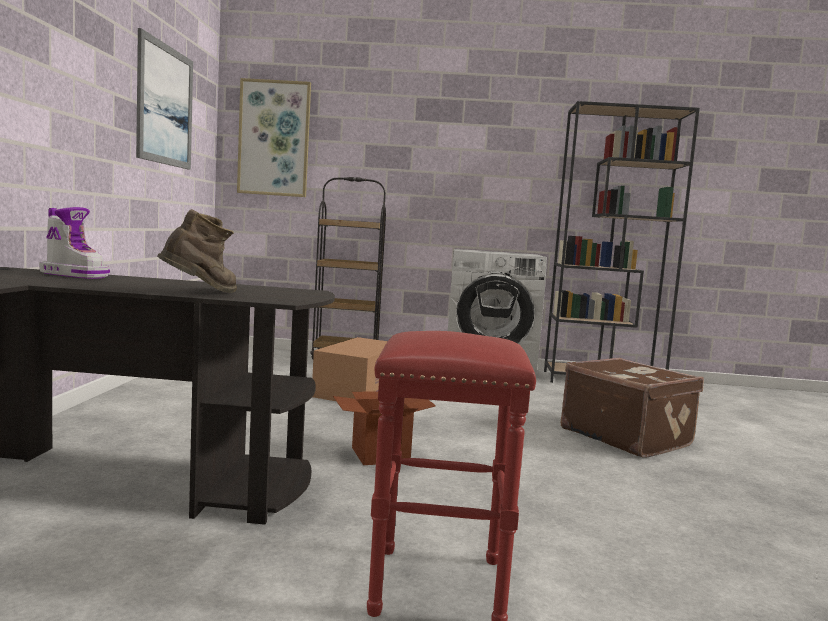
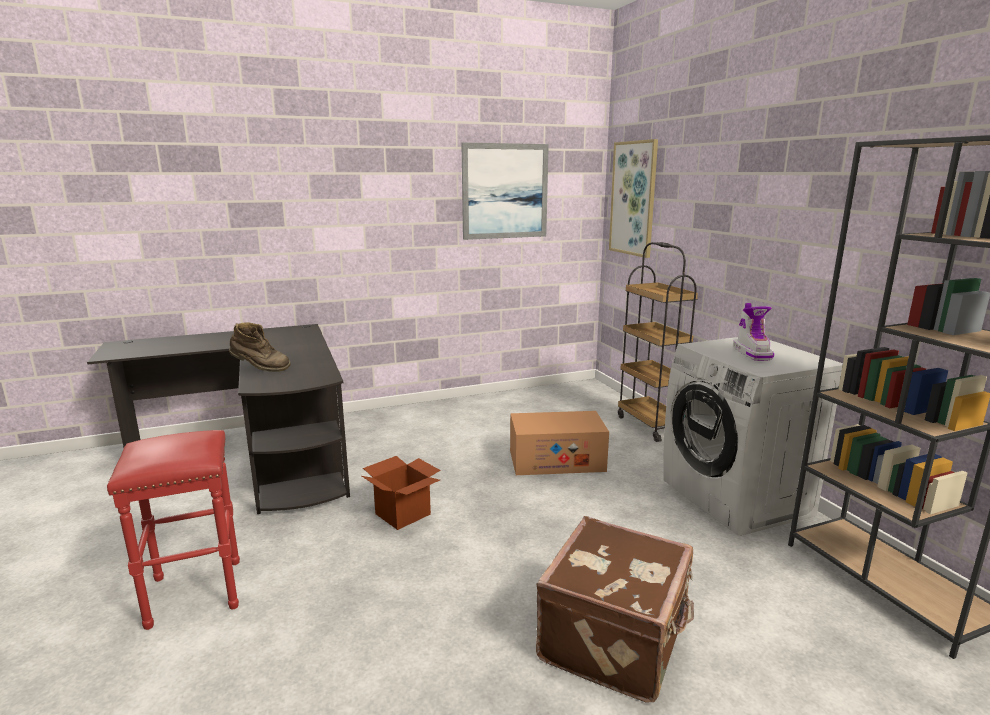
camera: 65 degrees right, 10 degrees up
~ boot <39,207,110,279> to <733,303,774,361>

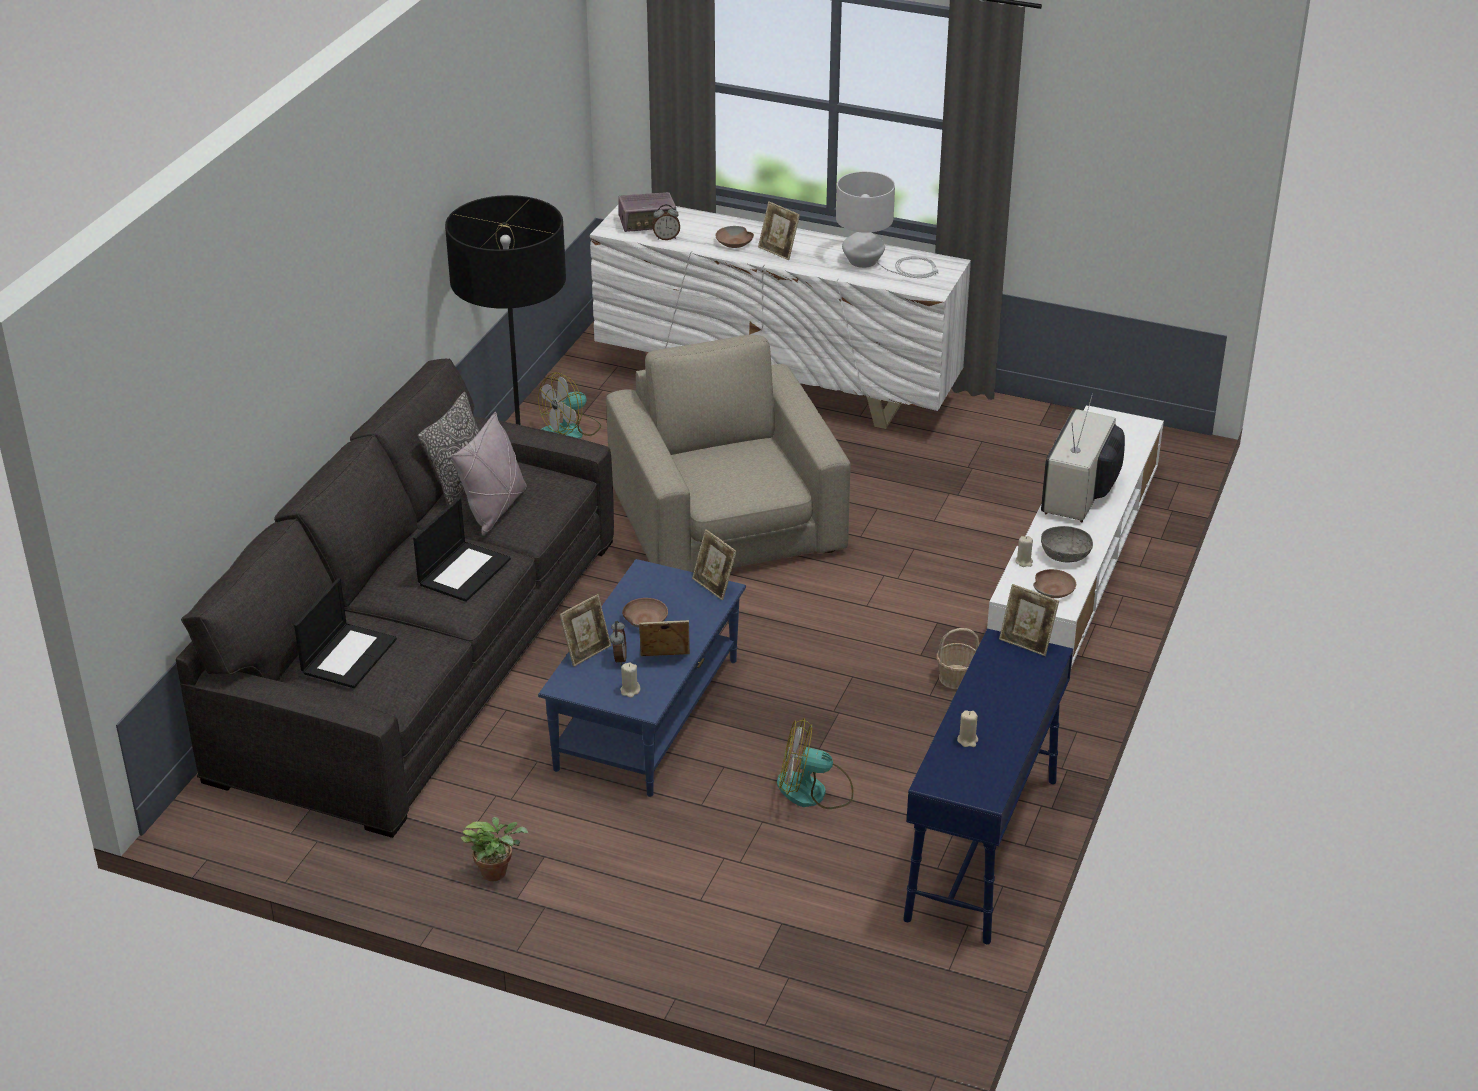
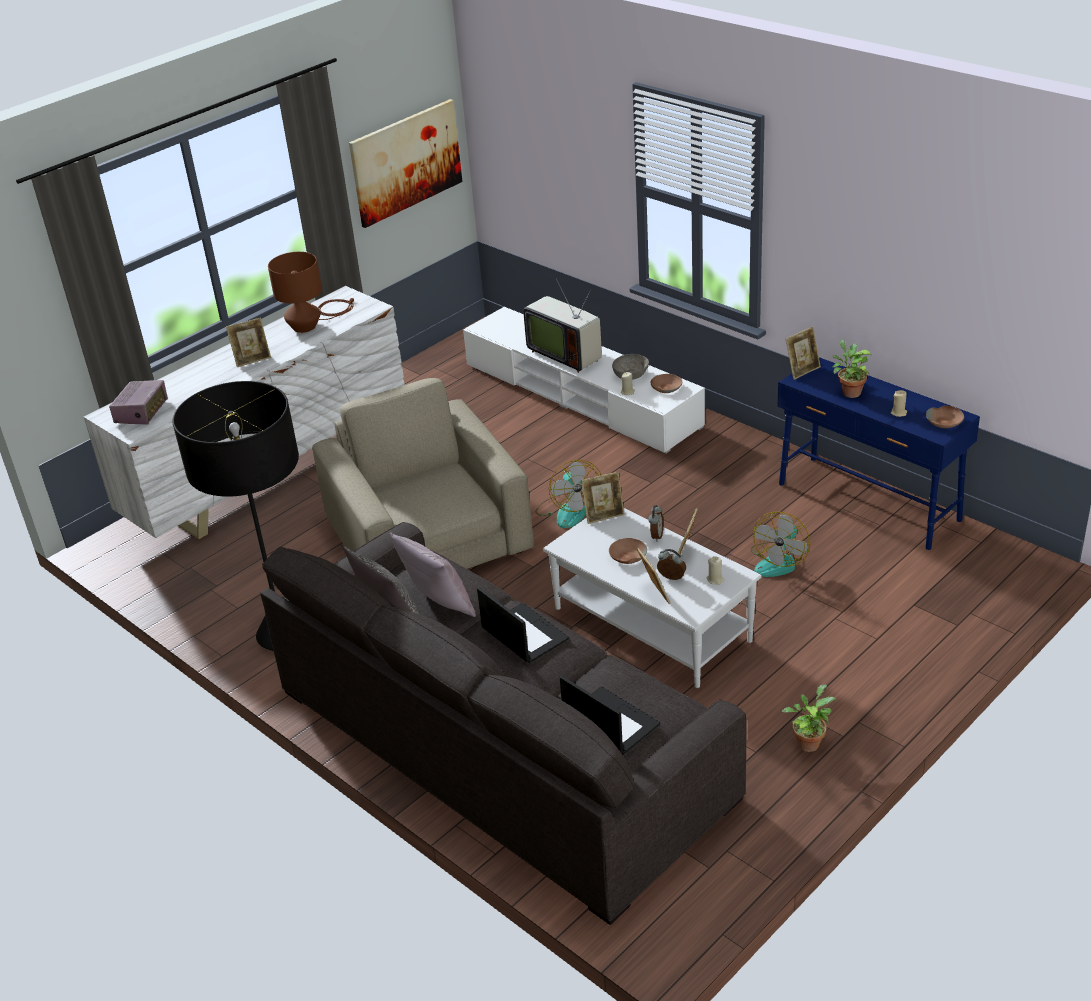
camera: 65 degrees left, 0 degrees up
- basket <937,628,979,689>
+ picture <349,99,462,228>
+ potted plant <833,340,872,398>
~ fan <538,372,601,439> to <535,460,601,528>
~ alarm clock <652,204,680,240> to <648,505,664,542>
~ bowl (brown) <715,226,754,248> to <926,405,964,428>
~ coffee table (blue) <538,559,746,797> to coffee table (white) <543,508,762,688>
~ table lamp (white) <836,171,938,278> to table lamp (brown) <268,252,354,333>
~ armchair (beige) <606,335,851,572> = <312,378,534,569> 60 degrees clockwise

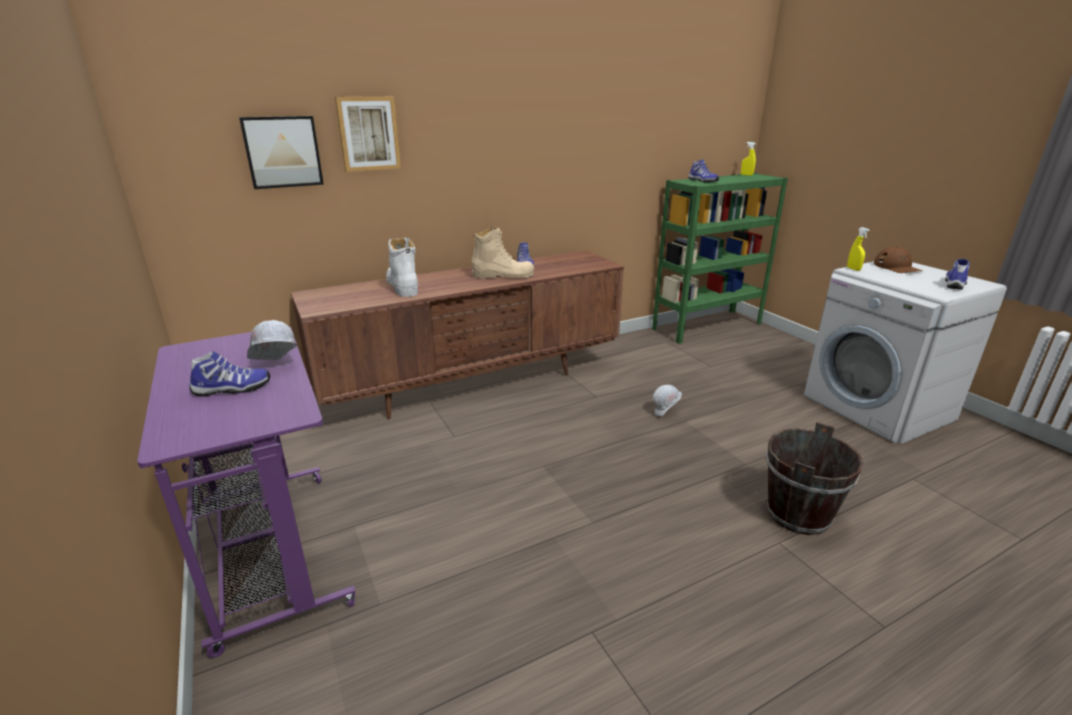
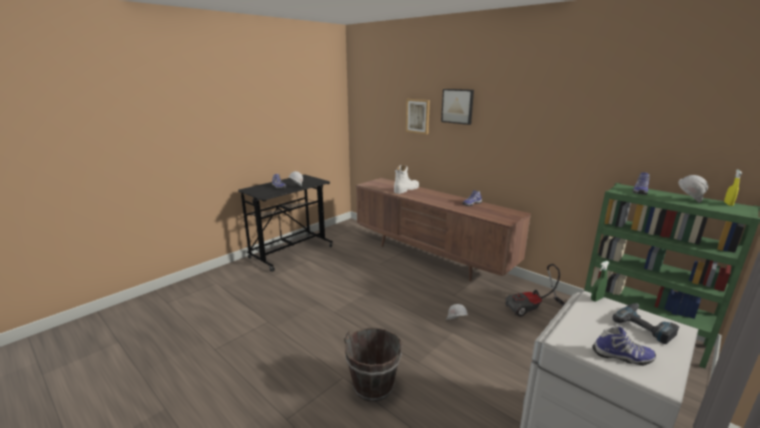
camera: 70 degrees right, 5 degrees down
- boot (beige) <472,226,534,279>
+ vacuum cleaner <505,264,565,316>
+ hard hat (white) <678,175,708,203>
~ picture <239,116,324,189> to <441,89,474,125>
~ cap (brown) <874,247,923,273> to power drill <612,303,679,344>
~ desk (purple) <137,326,355,658> to desk (black) <238,175,333,272>
~ spray bottle (yellow) <847,227,870,271> to spray bottle (green) <591,261,610,301>

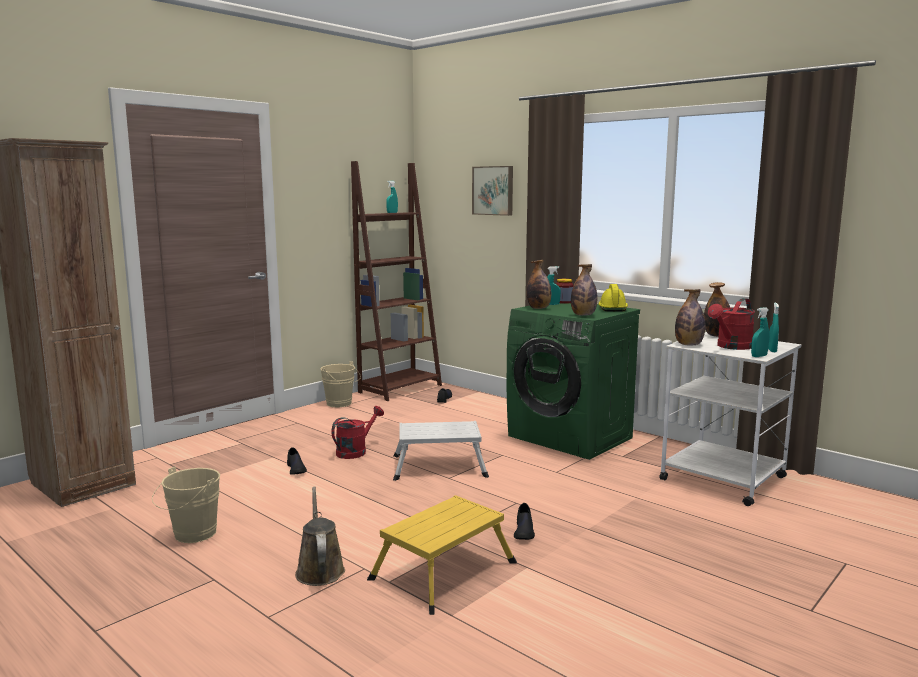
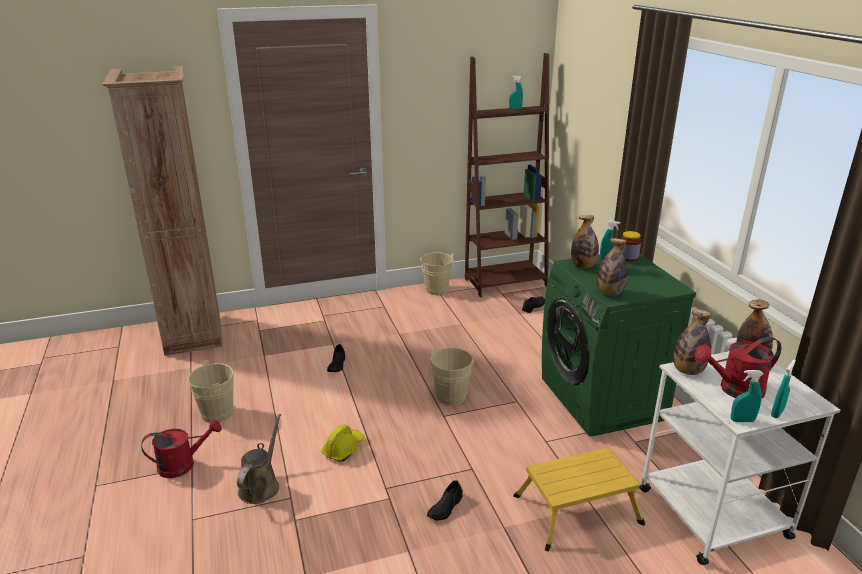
camera: 30 degrees right, 15 degrees up
- picture <472,166,513,216>
~ watering can (red) <331,406,384,459> to <142,419,222,478>
~ step ladder (yellow) <367,495,517,615> to <513,447,645,552>
~ hard hat (yellow) <598,284,628,312> to <321,424,365,462>
~ step ladder (white) <393,421,489,481> to bucket (beige) <426,347,474,405>

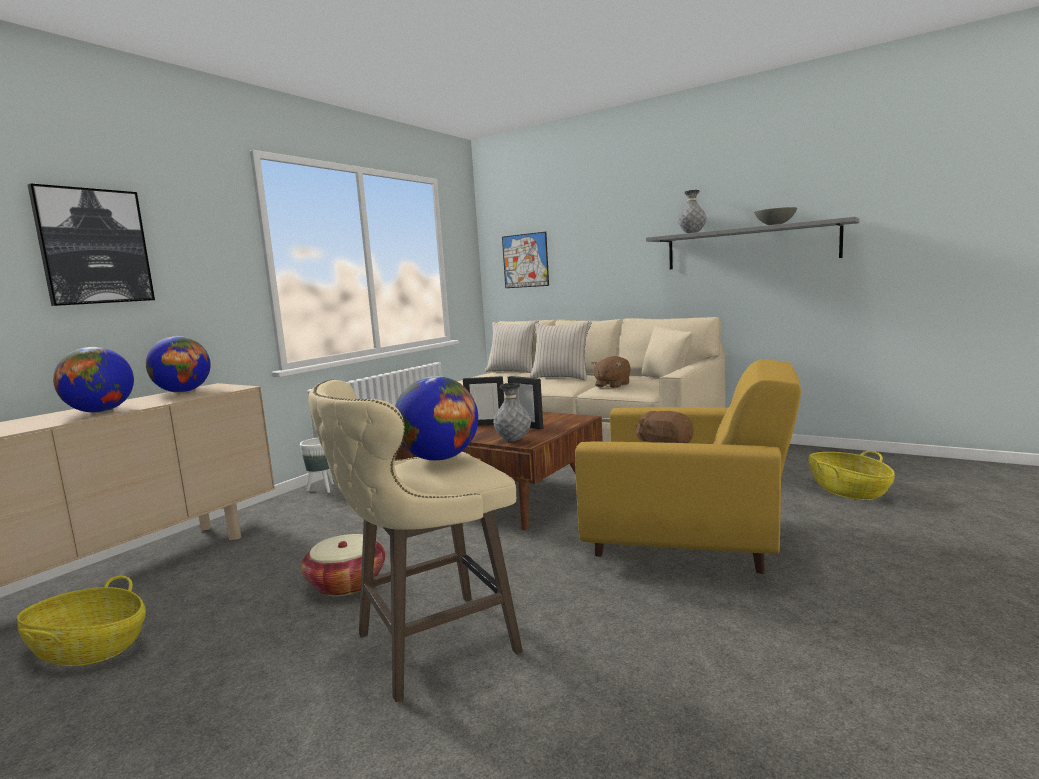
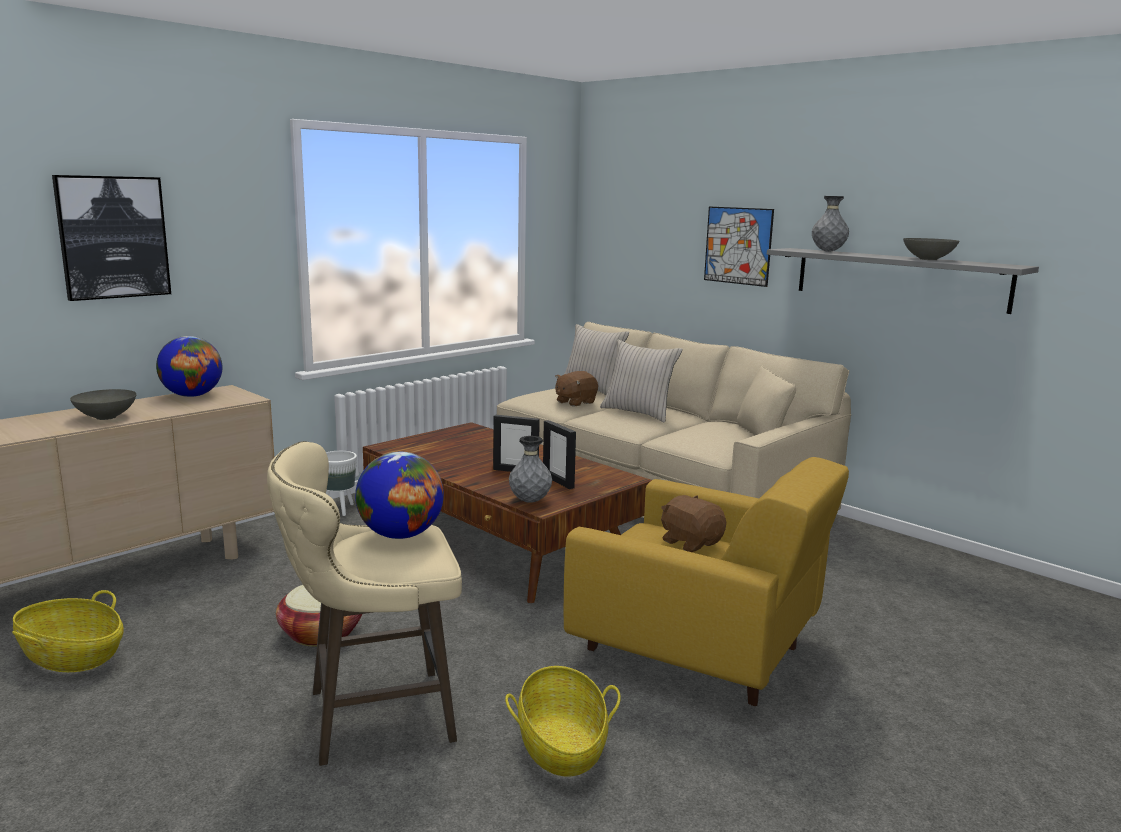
camera: 10 degrees right, 5 degrees up
~ picture <502,232,549,288> to <704,207,774,287>
~ plush toy (brown) <591,356,631,388> to <555,371,598,407>
~ basket <809,451,895,500> to <505,666,621,777>
~ globe <53,347,134,413> to bowl (grey) <70,389,137,420>

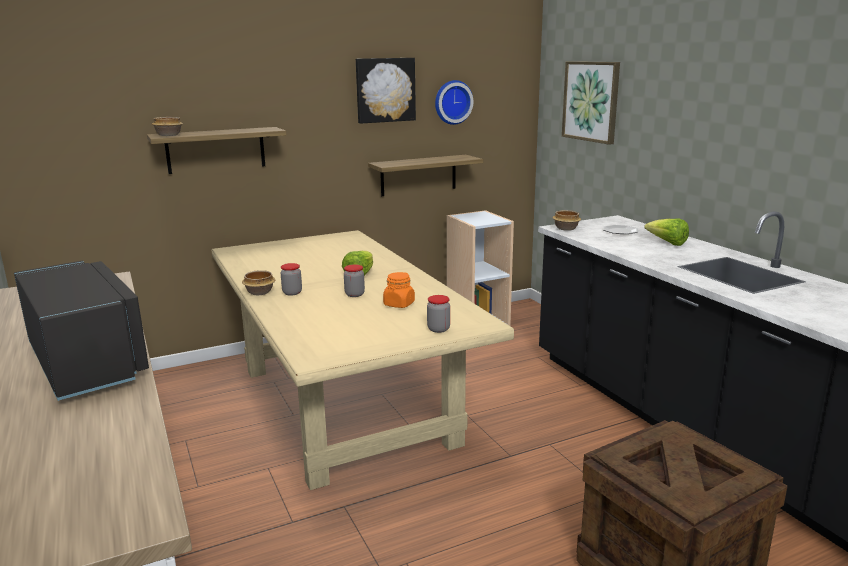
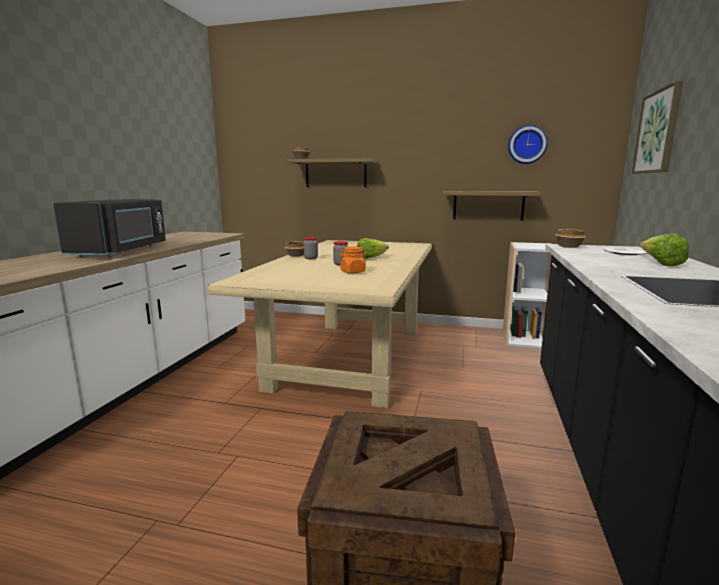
camera: 40 degrees right, 5 degrees down
- picture <356,58,416,124>
- jar <427,295,450,333>

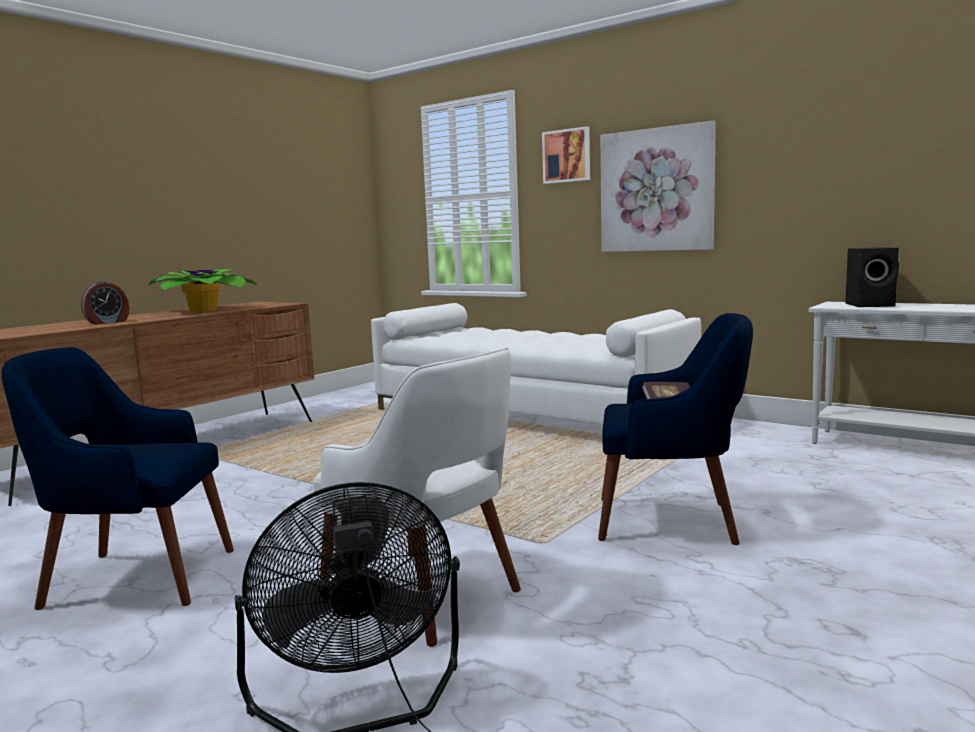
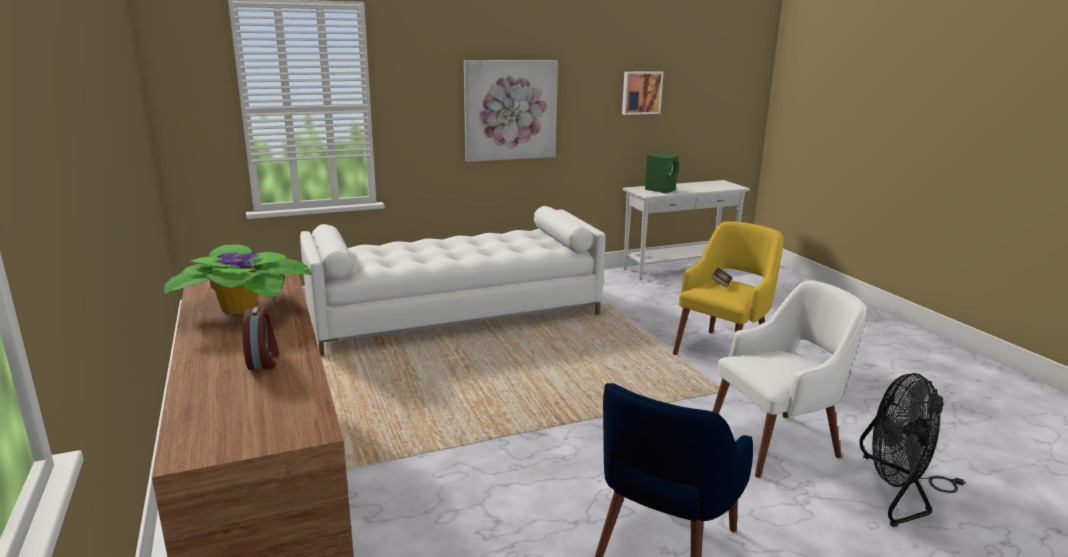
camera: 60 degrees left, 10 degrees up
~ picture <542,126,590,184> to <622,71,664,115>
~ armchair (blue) <598,313,753,545> to armchair (yellow) <673,221,783,355>
~ speaker (black) <845,247,899,307> to speaker (green) <645,153,679,193>

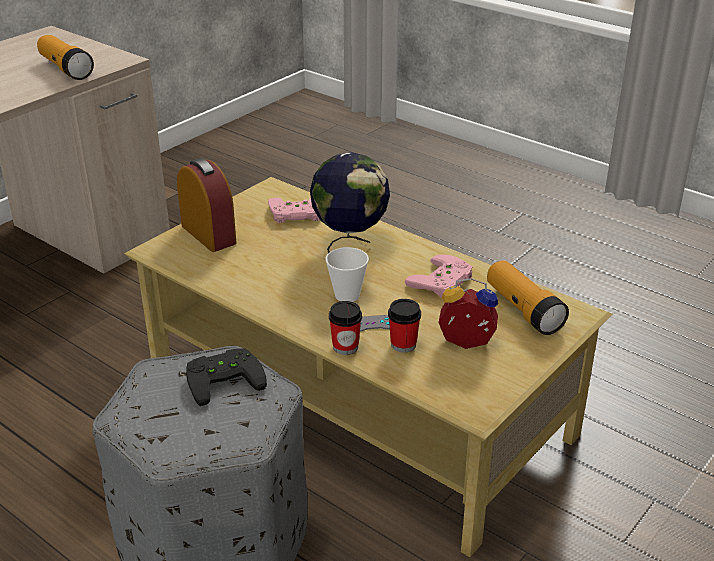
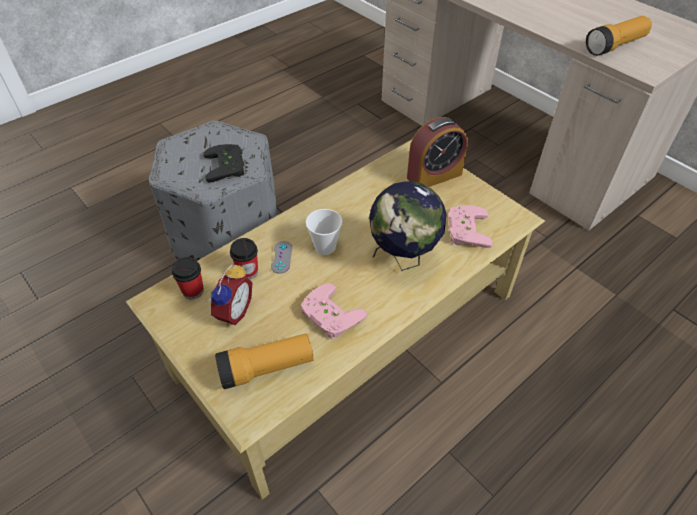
camera: 100 degrees right, 15 degrees up
~ cup <329,301,362,355> to <172,257,204,299>

